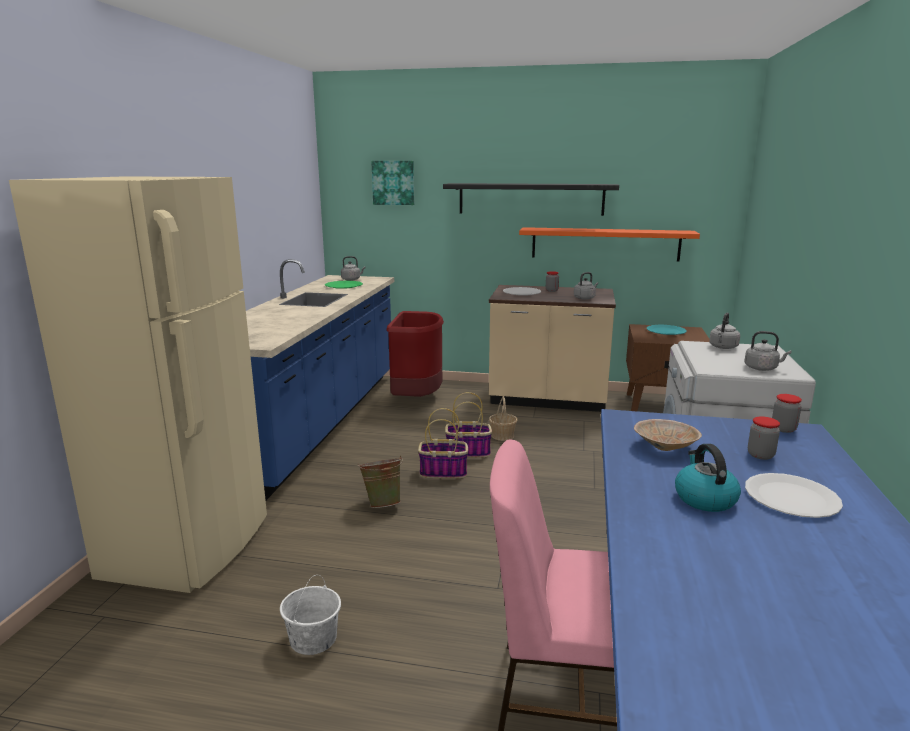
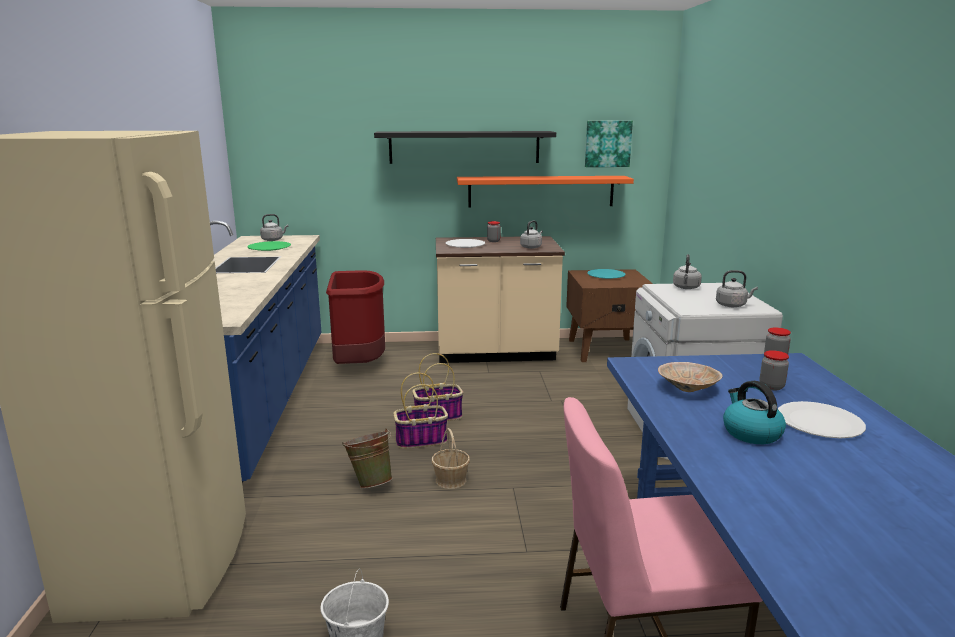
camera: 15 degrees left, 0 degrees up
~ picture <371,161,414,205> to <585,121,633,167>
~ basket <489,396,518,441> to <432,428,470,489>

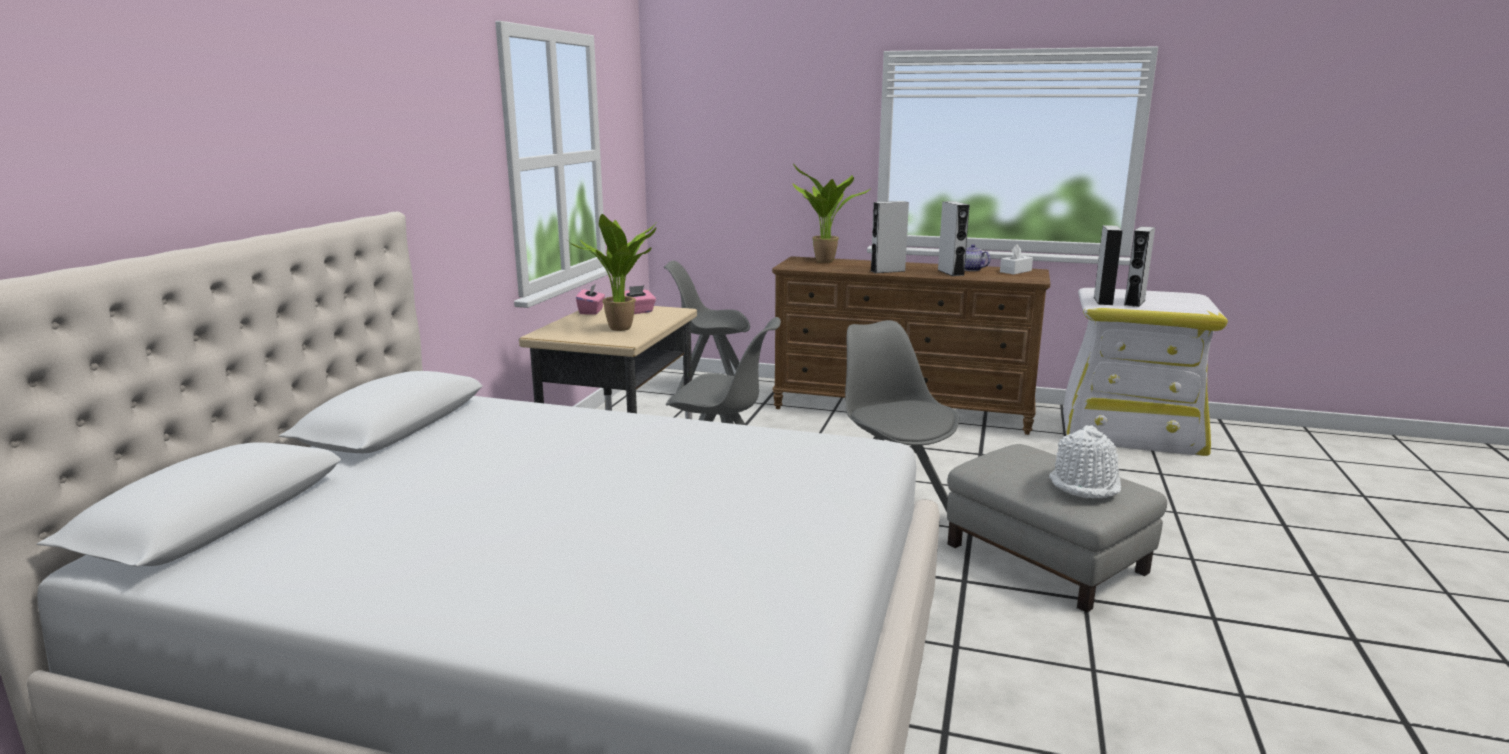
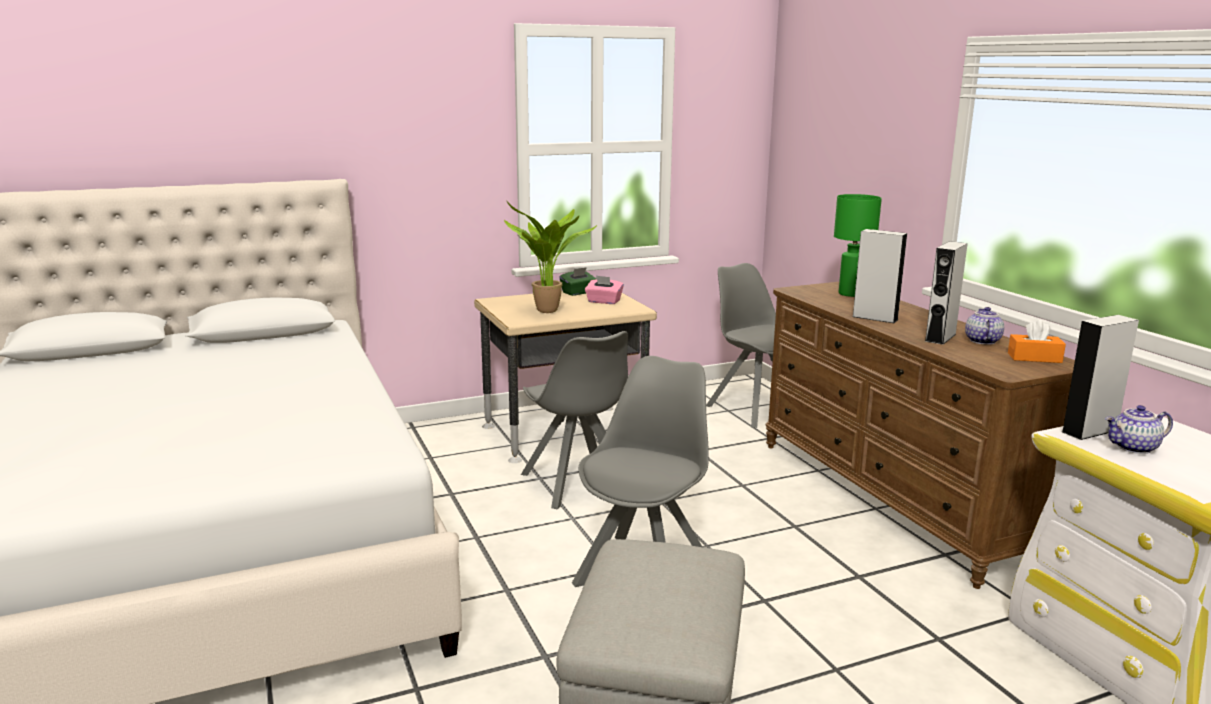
camera: 50 degrees right, 0 degrees up
- hat (white) <1049,425,1121,498>
~ potted plant <792,164,870,263> to table lamp (green) <834,194,882,297>
~ speaker (grey) <1124,226,1155,307> to teapot <1105,405,1173,454>
~ tissue box (pink) <576,284,605,314> to tissue box (green) <559,267,596,296>
~ tissue box (white) <1000,244,1033,275> to tissue box (orange) <1008,320,1066,363>

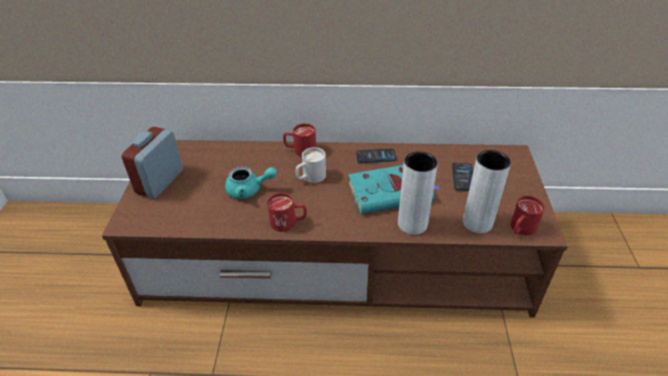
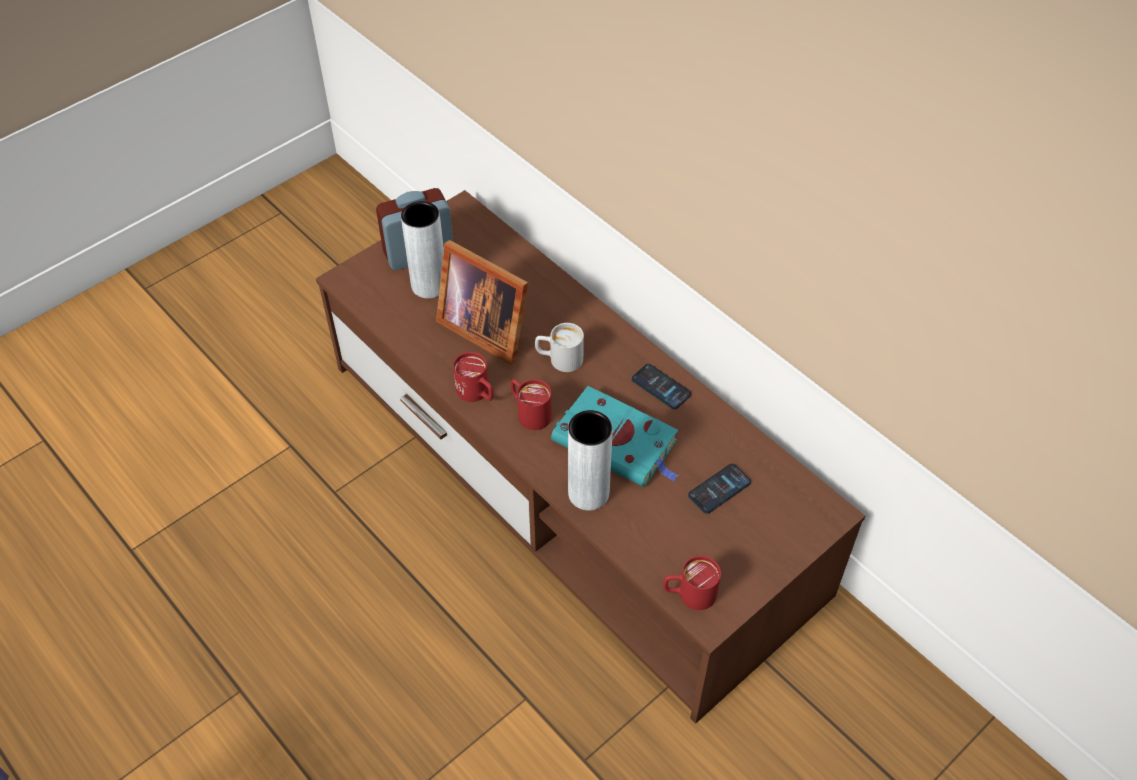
camera: 45 degrees right, 10 degrees up
~ mug (red) <283,123,316,157> to <511,379,552,430>
~ vase (grey) <463,150,511,233> to <401,201,444,298>
~ teapot (turquoise) <225,166,277,199> to picture frame <436,240,528,365>

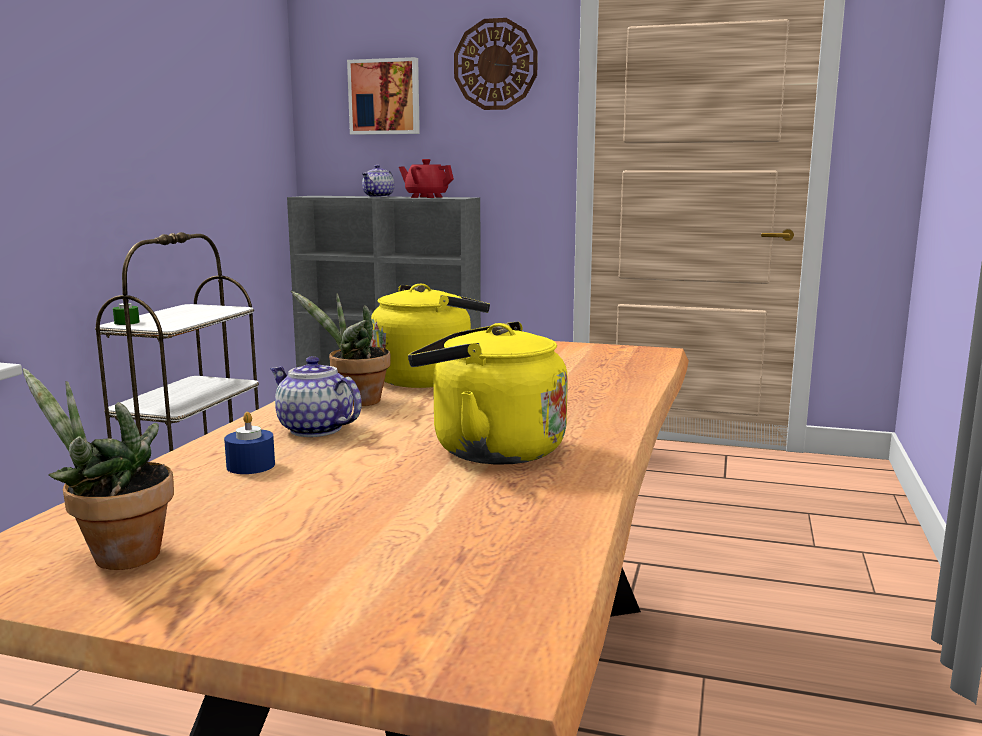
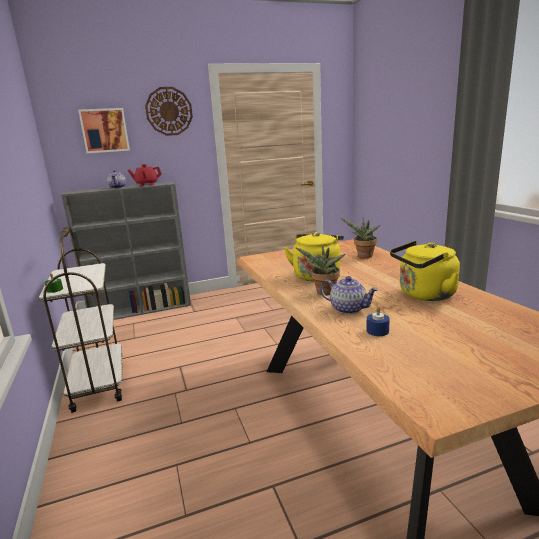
camera: 35 degrees left, 5 degrees up
~ potted plant <23,368,174,570> to <341,218,381,258>
~ teapot <270,356,362,437> = <320,276,379,314> 150 degrees counterclockwise

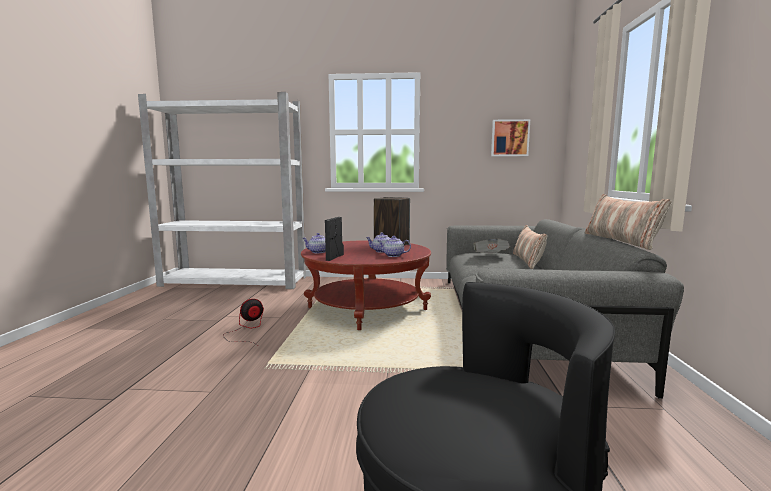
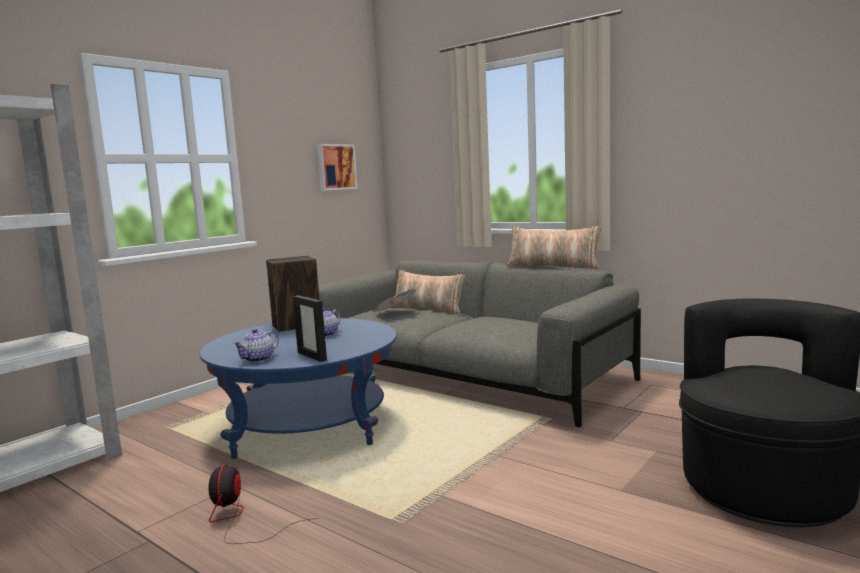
camera: 55 degrees left, 0 degrees up
- teapot <377,236,411,257>
~ coffee table (red) <301,240,431,330> to coffee table (blue) <200,318,397,459>

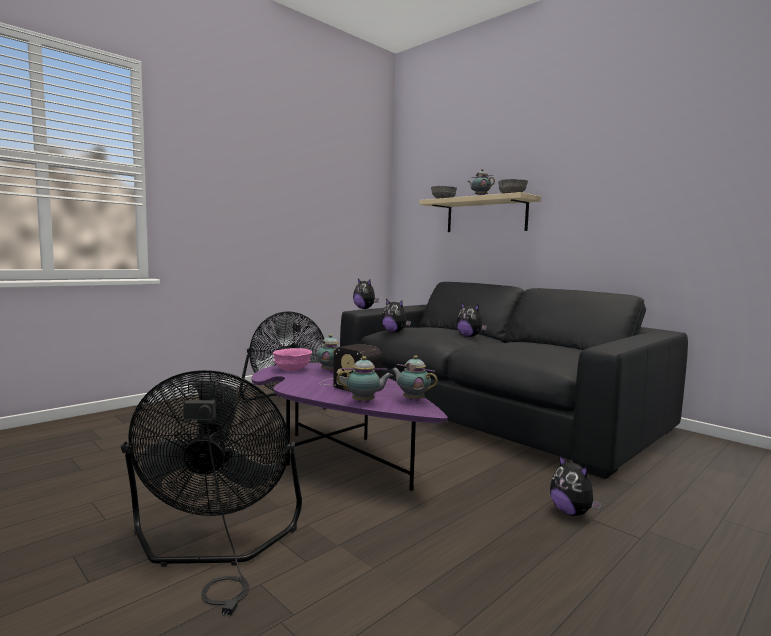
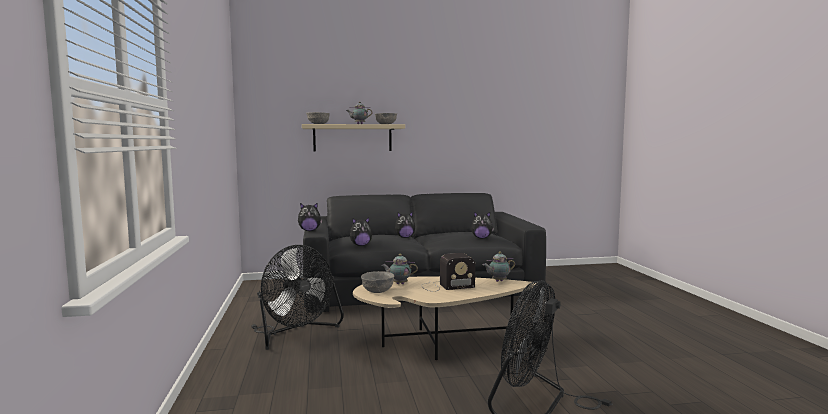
camera: 55 degrees left, 0 degrees up
- teapot <337,356,393,403>
~ plush toy <550,455,602,516> to <471,212,494,239>
~ coffee table (purple) <252,363,448,491> to coffee table (beige) <353,276,537,360>
~ bowl (pink) <273,348,312,371> to bowl (grey) <361,271,394,293>

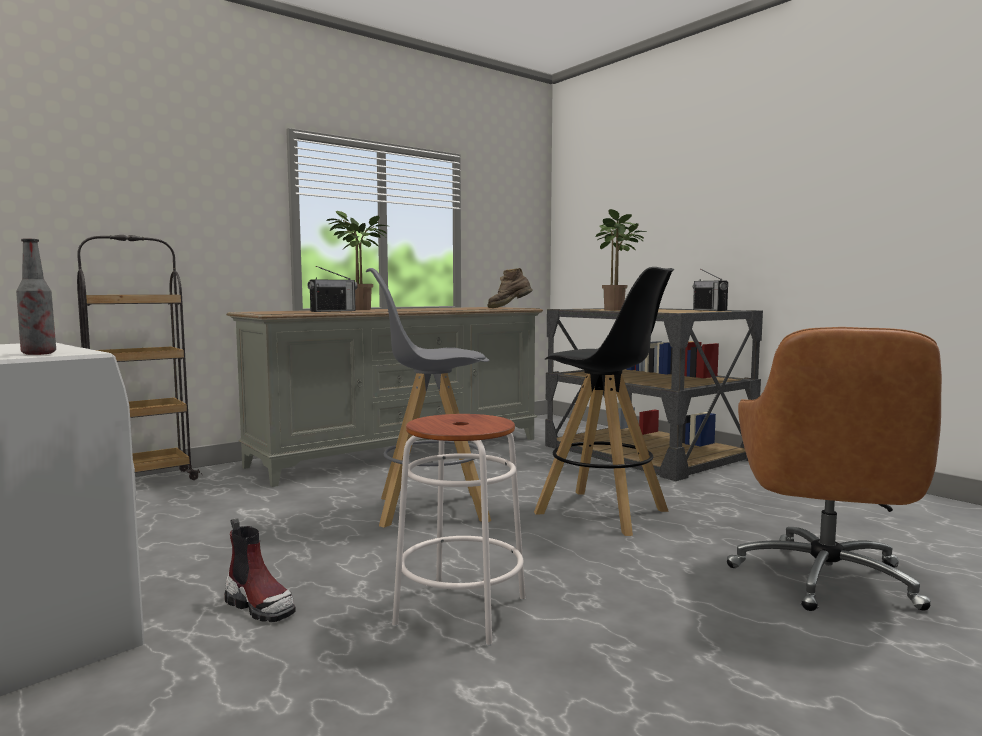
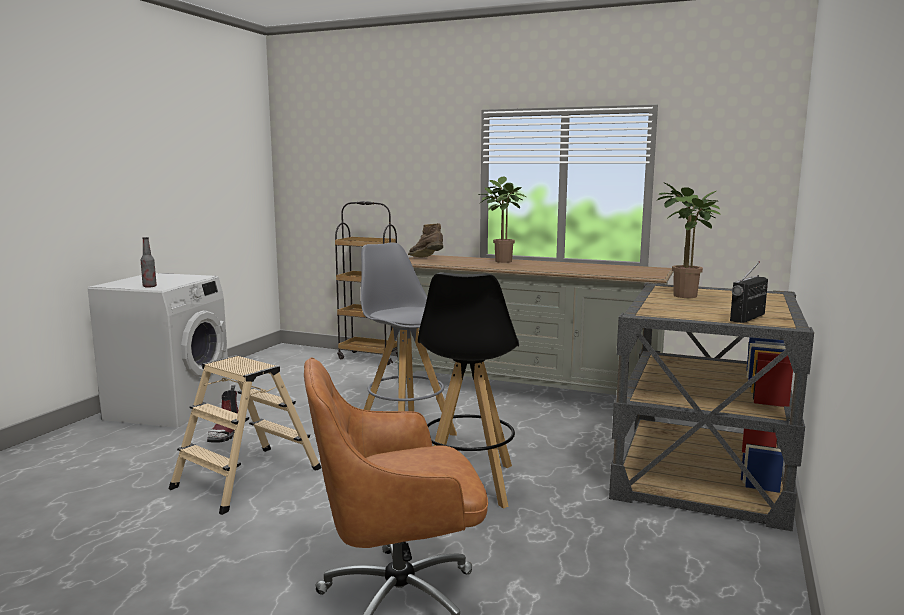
camera: 60 degrees right, 5 degrees up
- radio <308,266,358,312>
~ boot (brown) <488,268,533,308> to <408,223,443,257>
~ stool (white) <392,414,526,646> to step ladder (beige) <169,355,322,515>

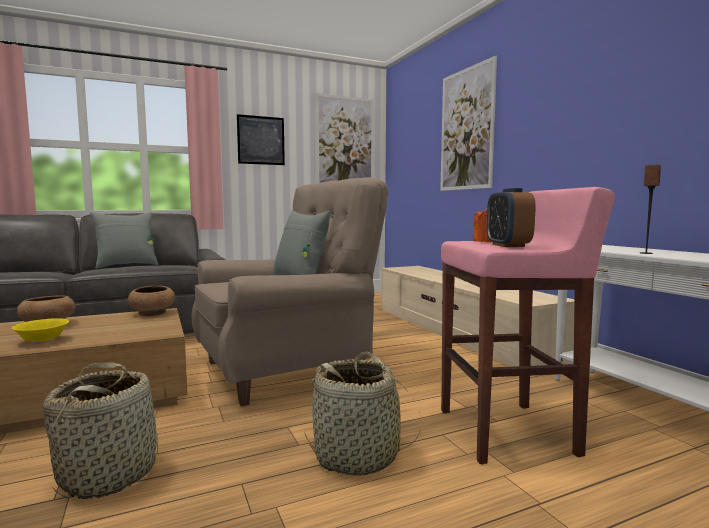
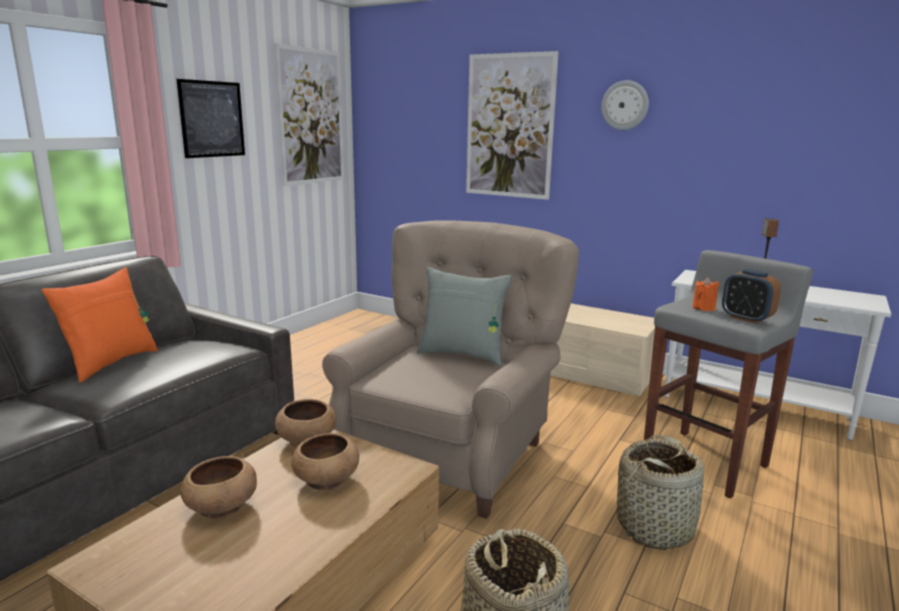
camera: 35 degrees left, 10 degrees up
- bowl (yellow) <12,318,69,344>
+ bowl (brown) <291,433,359,490>
+ wall clock <601,80,649,130>
~ pillow (grey) <90,212,158,269> to pillow (orange) <41,268,158,383>
~ stool (pink) <441,187,615,464> to stool (grey) <644,250,813,499>

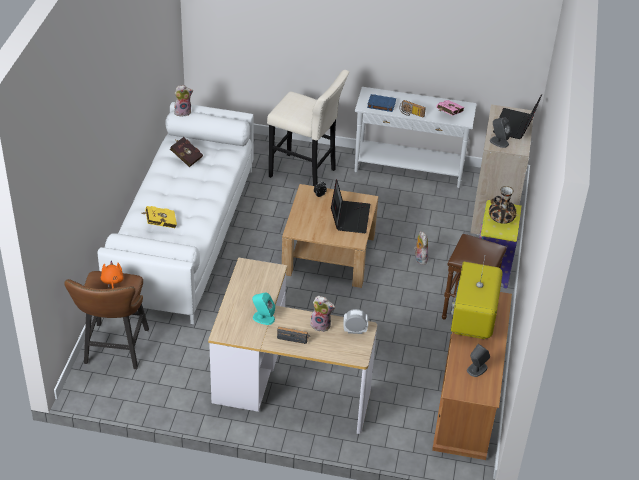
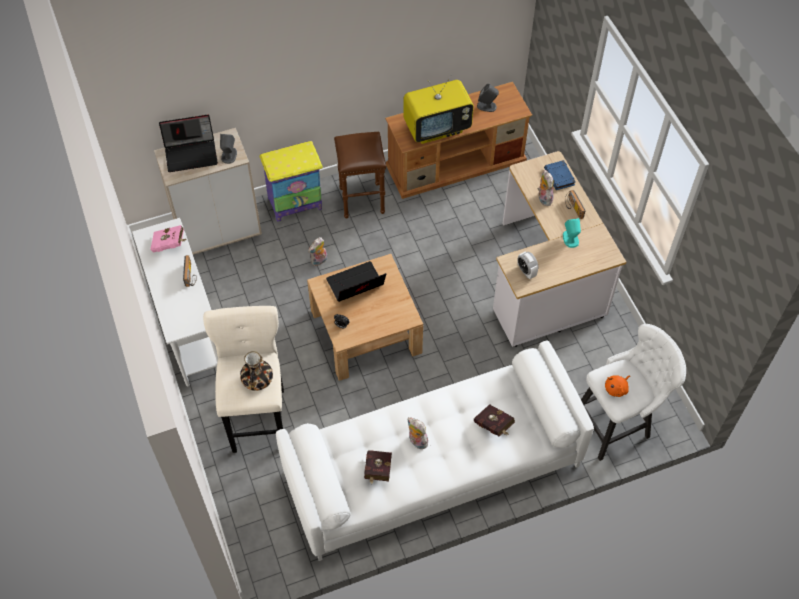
camera: 120 degrees left, 15 degrees up
~ plush toy <174,85,193,117> to <407,417,428,449>
~ alarm clock <343,309,368,334> to <517,251,538,279>
~ book (blue) <367,94,396,112> to <544,160,576,190>
~ vase <489,186,517,224> to <240,351,273,391>
~ stool (brown) <64,271,149,369> to stool (white) <581,324,686,461>
~ book (yellow) <142,206,177,228> to book (red) <474,404,515,437>

